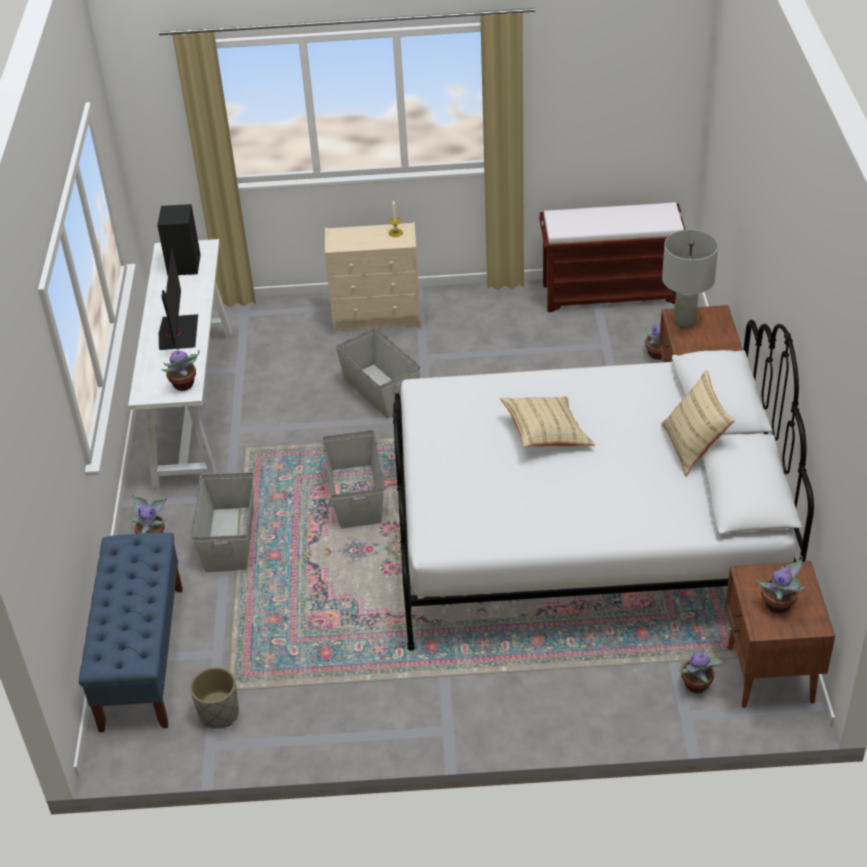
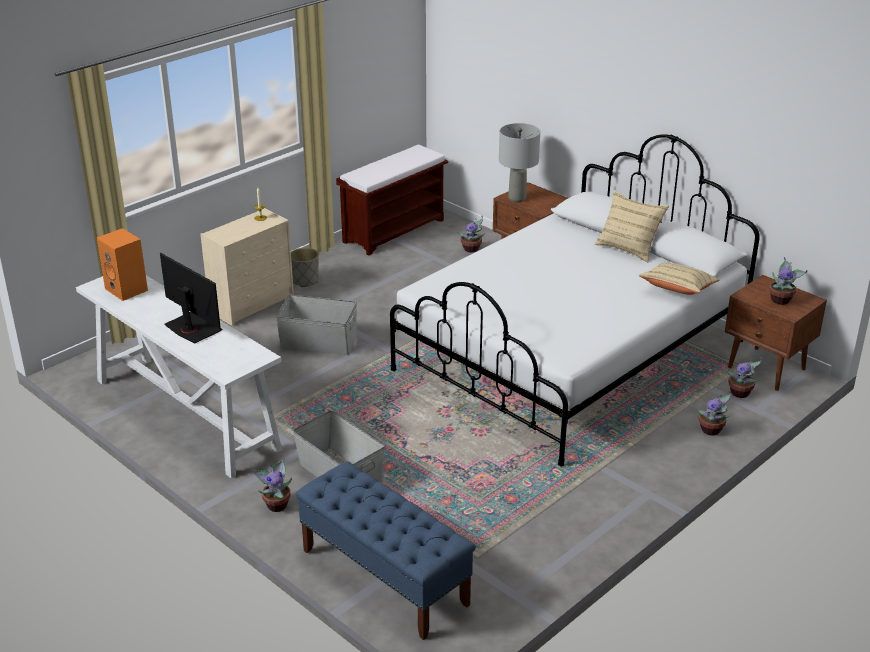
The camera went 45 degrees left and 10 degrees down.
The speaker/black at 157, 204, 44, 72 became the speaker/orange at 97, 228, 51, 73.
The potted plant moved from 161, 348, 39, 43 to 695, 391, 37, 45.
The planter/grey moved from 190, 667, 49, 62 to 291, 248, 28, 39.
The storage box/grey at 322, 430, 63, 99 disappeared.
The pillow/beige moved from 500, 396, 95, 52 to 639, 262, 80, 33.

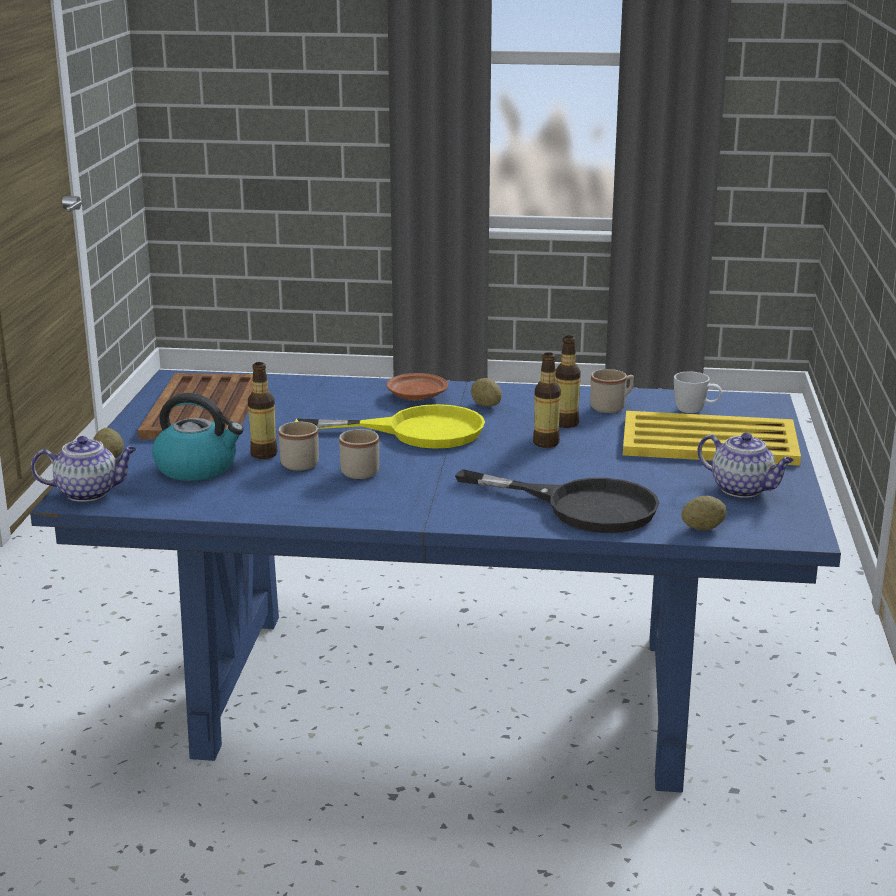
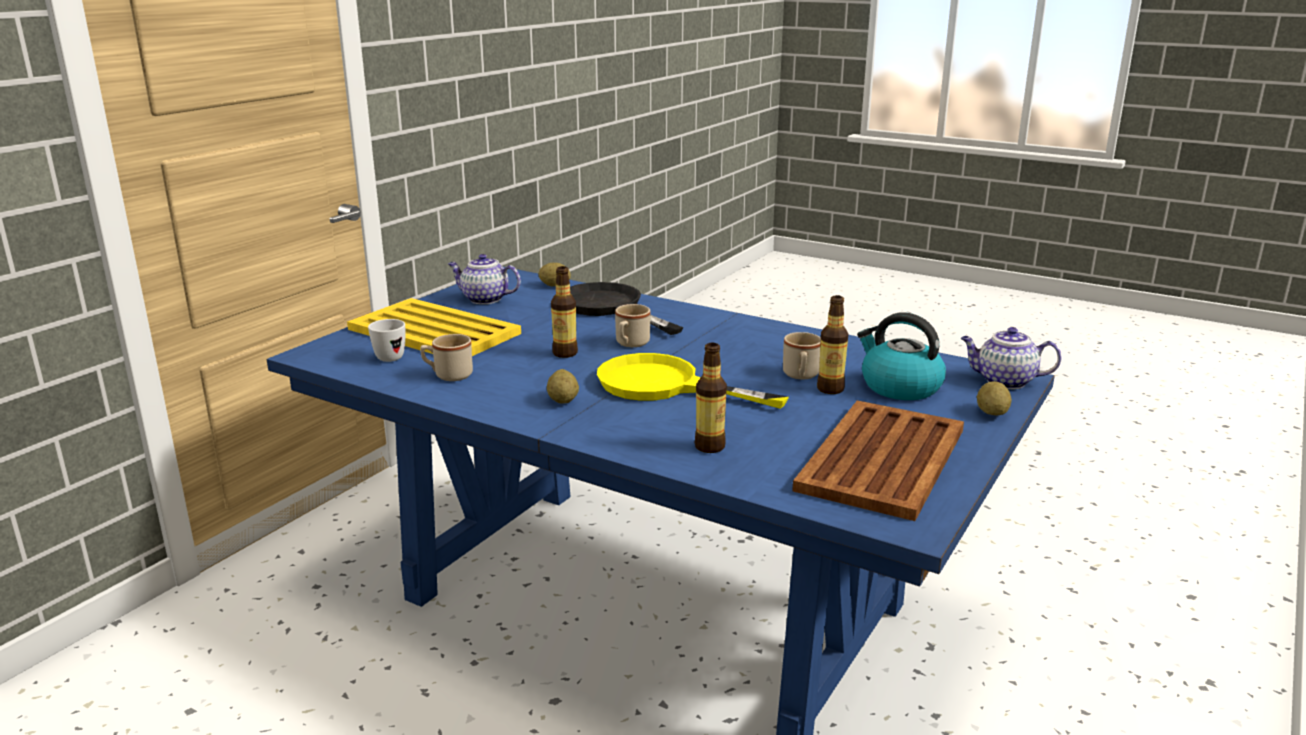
The camera went 155 degrees left and 0 degrees up.
The mug/beige moved from 339, 429, 40, 50 to 615, 304, 35, 43.
The plate/brown at 387, 373, 61, 28 disappeared.
The bottle moved from 555, 336, 26, 92 to 695, 343, 32, 110.
The teapot at 697, 433, 97, 65 turned 45 degrees counterclockwise.

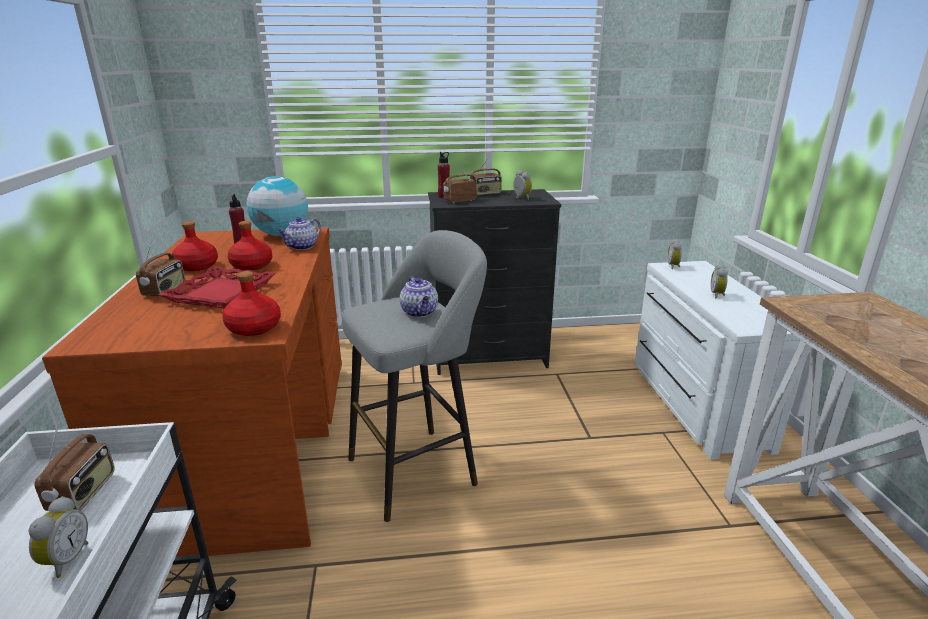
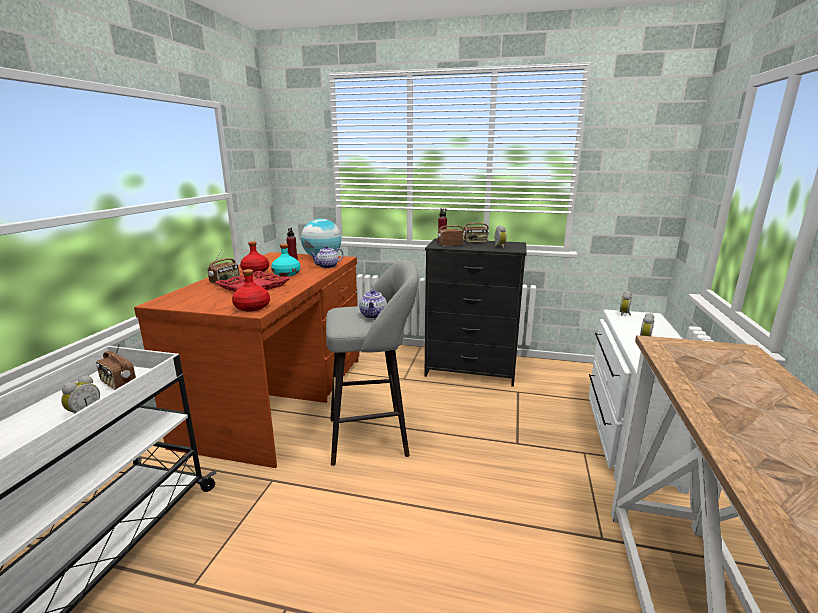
The camera went 20 degrees right and 5 degrees down.
The radio at 34, 423, 80, 88 turned 105 degrees clockwise.
The bottle/red at 228, 221, 44, 49 became the bottle/turquoise at 271, 244, 29, 33.

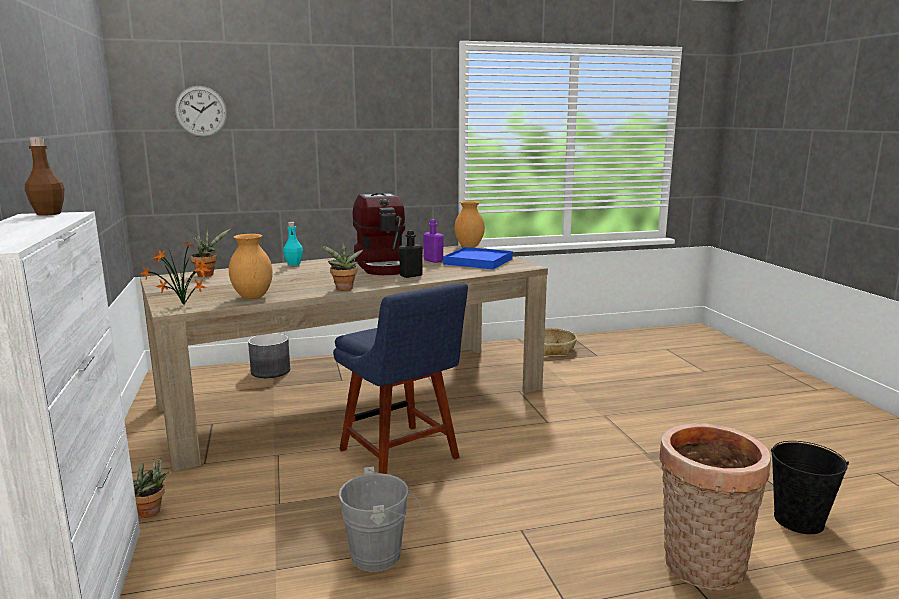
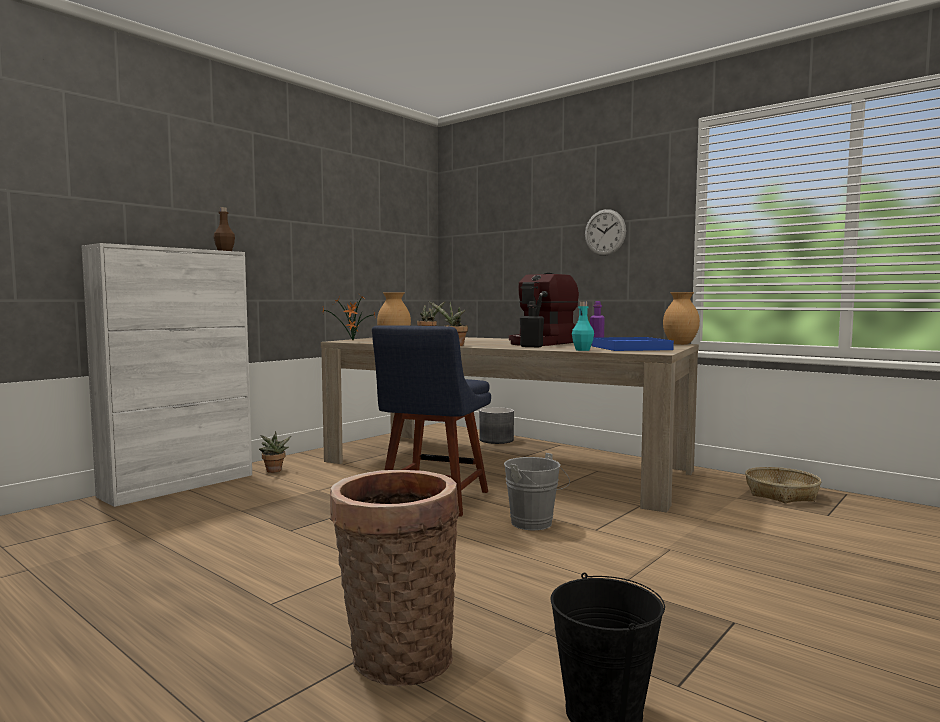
The camera went 55 degrees right and 10 degrees down.
The wall clock moved from 175, 86, 52, 51 to 585, 209, 41, 47.
The bottle/turquoise moved from 283, 222, 20, 44 to 572, 301, 22, 50.
The bucket/grey moved from 339, 467, 82, 105 to 504, 453, 66, 77.

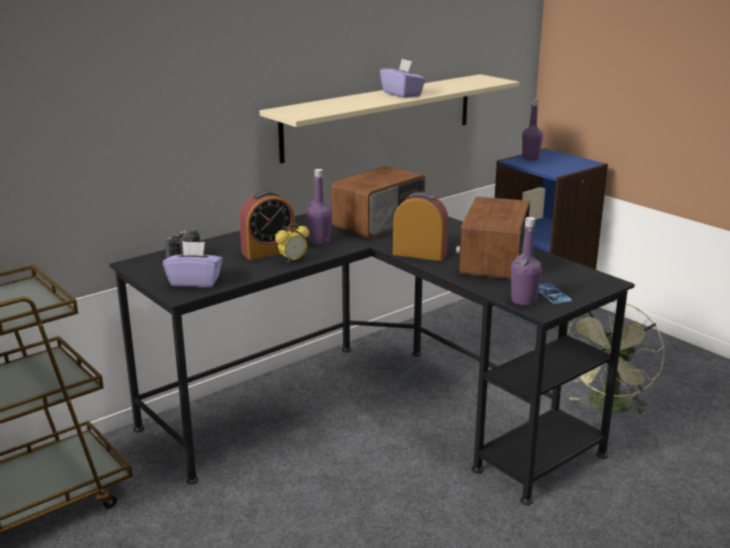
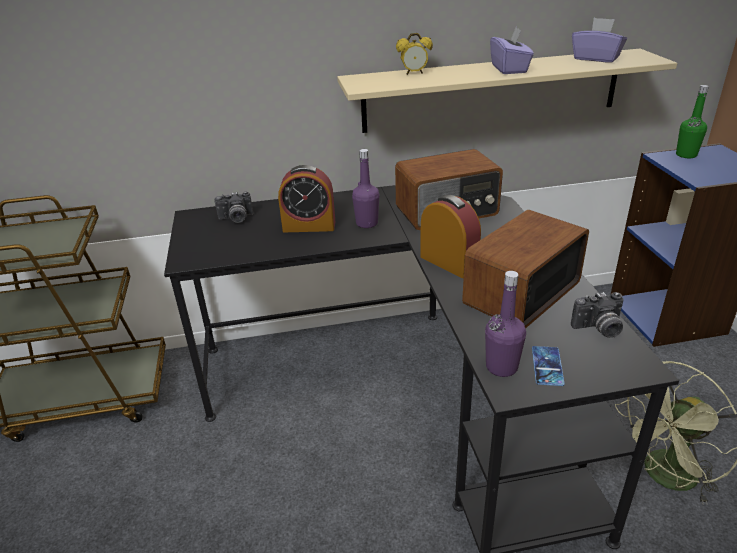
The camera went 30 degrees right and 10 degrees up.
The tissue box/purple moved from 163, 241, 60, 46 to 572, 18, 55, 45.
The alarm clock moved from 275, 223, 34, 40 to 396, 33, 37, 42.
The bottle/purple at 522, 99, 21, 61 became the bottle/green at 676, 85, 33, 73.
The photo camera at 571, 292, 53, 46 appeared.

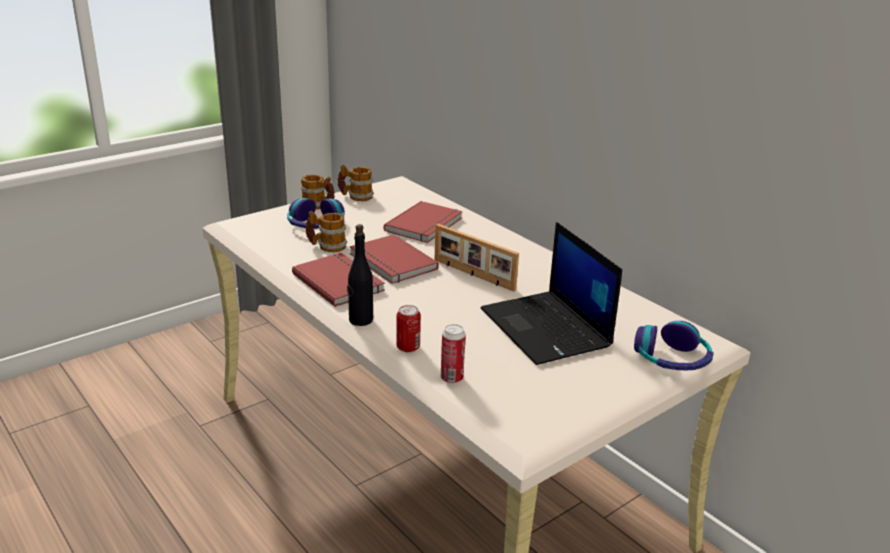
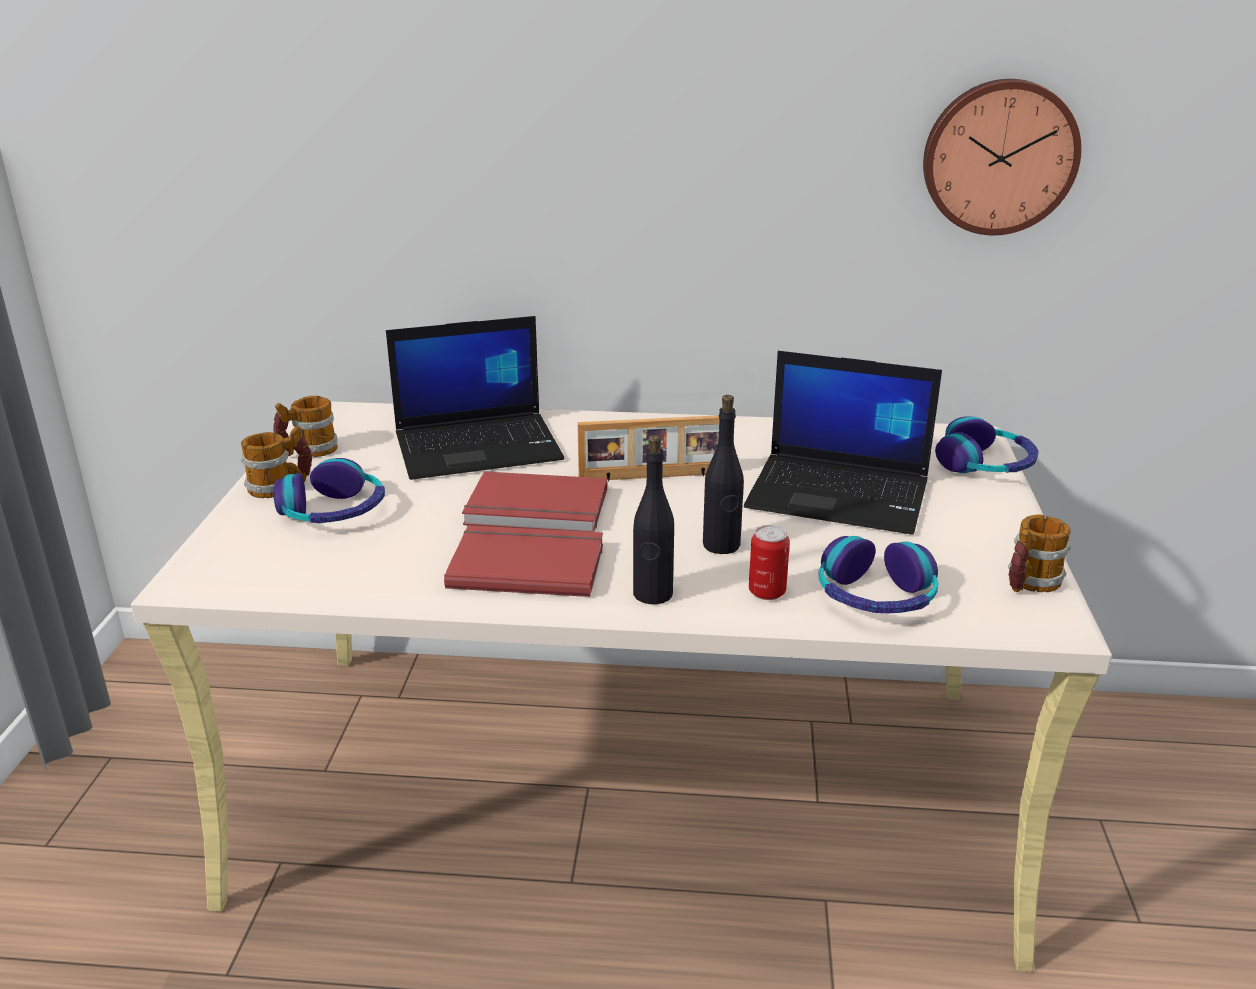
The camera went 45 degrees left and 0 degrees up.
The mug moved from 305, 211, 42, 41 to 1008, 514, 63, 78.
The book/red at 384, 201, 79, 42 was replaced by the laptop at 386, 316, 178, 164.
The can at 441, 324, 25, 59 was replaced by the headphones at 819, 536, 120, 77.
The bottle/black at 703, 395, 41, 159 appeared.
The wall clock at 923, 79, 159, 156 appeared.

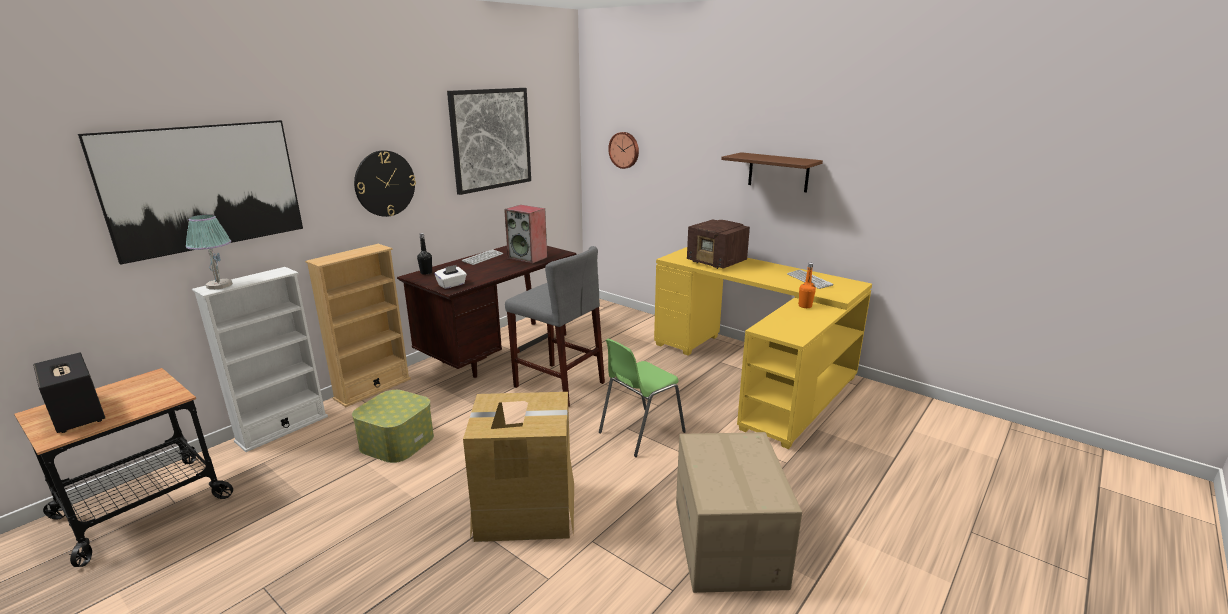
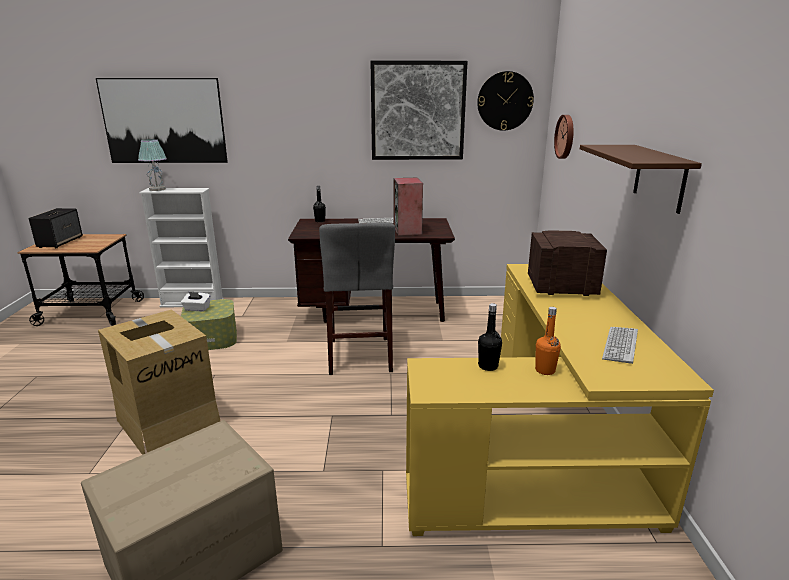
The camera went 50 degrees right and 0 degrees up.
The bookcase/beige at 305, 244, 106, 163 disappeared.
The wall clock moved from 354, 150, 62, 67 to 477, 71, 57, 60.
The tissue box/white moved from 435, 265, 32, 24 to 181, 292, 30, 19.
The chair/green at 599, 339, 87, 118 disappeared.
The radio at 687, 219, 63, 50 turned 90 degrees clockwise.
The bottle/black at 478, 303, 24, 68 appeared.

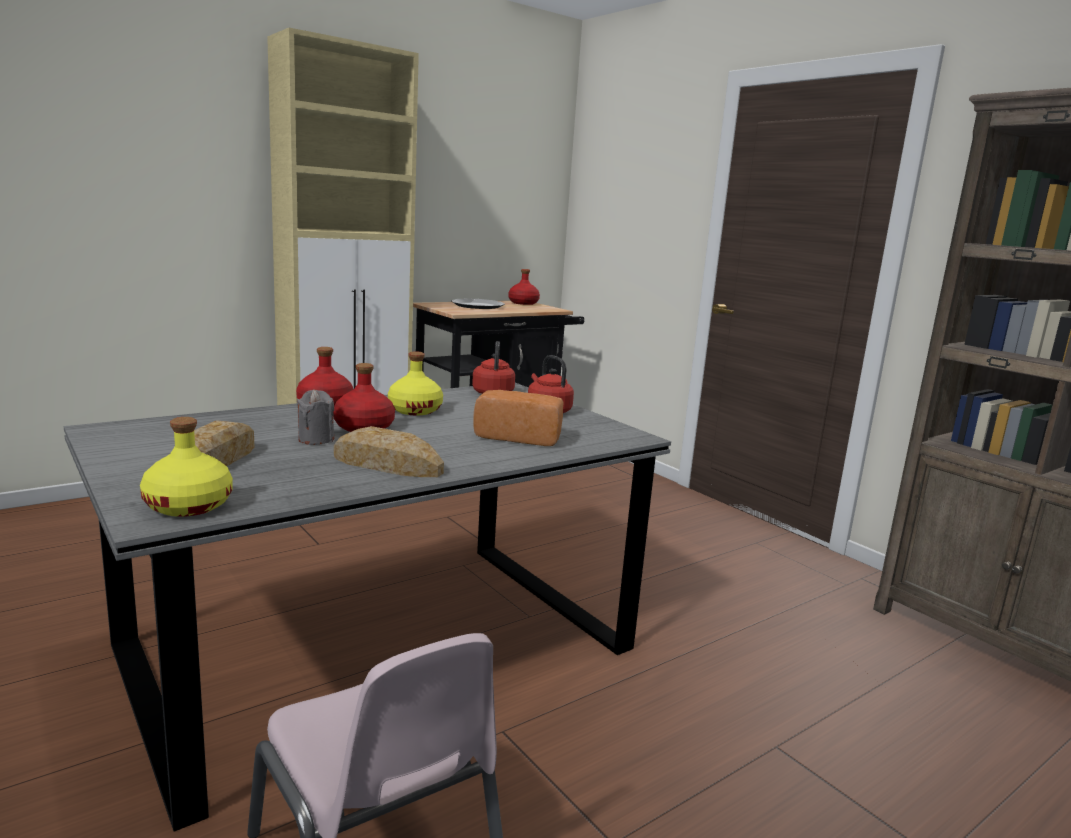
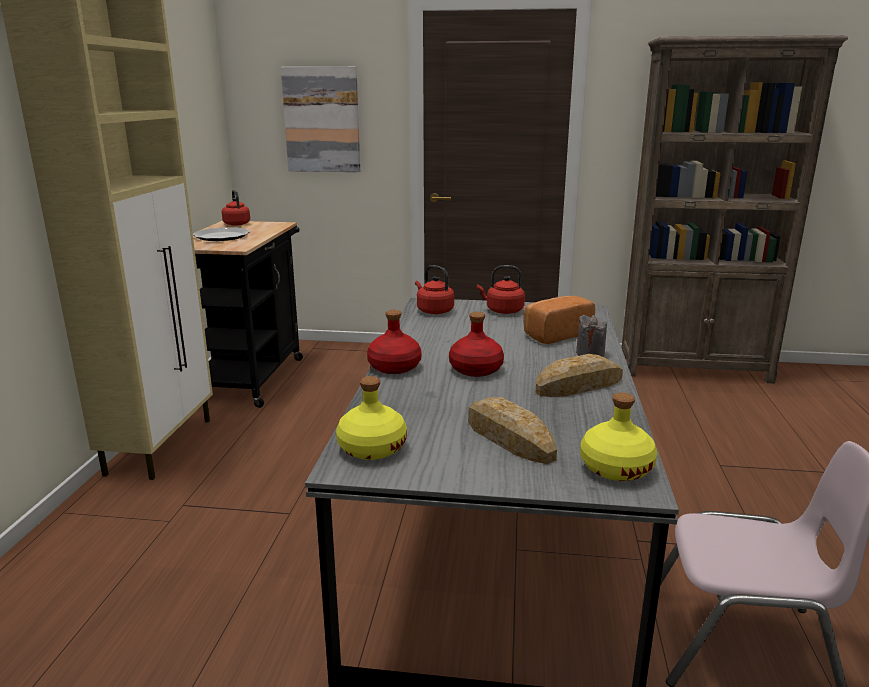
The camera went 45 degrees left and 5 degrees up.
The candle/grey moved from 296, 389, 38, 56 to 576, 315, 31, 42.
The bottle/yellow moved from 388, 351, 55, 64 to 336, 376, 71, 84.
The bottle/red at 508, 269, 32, 36 was replaced by the kettle/red at 222, 190, 28, 36.
The picture at 281, 67, 79, 105 appeared.

